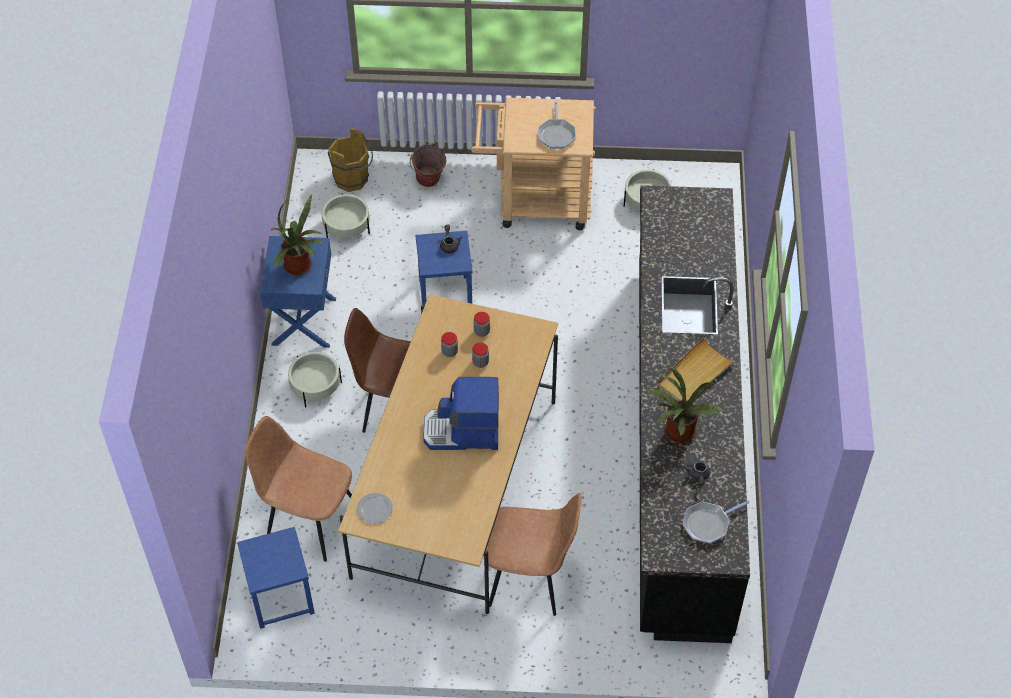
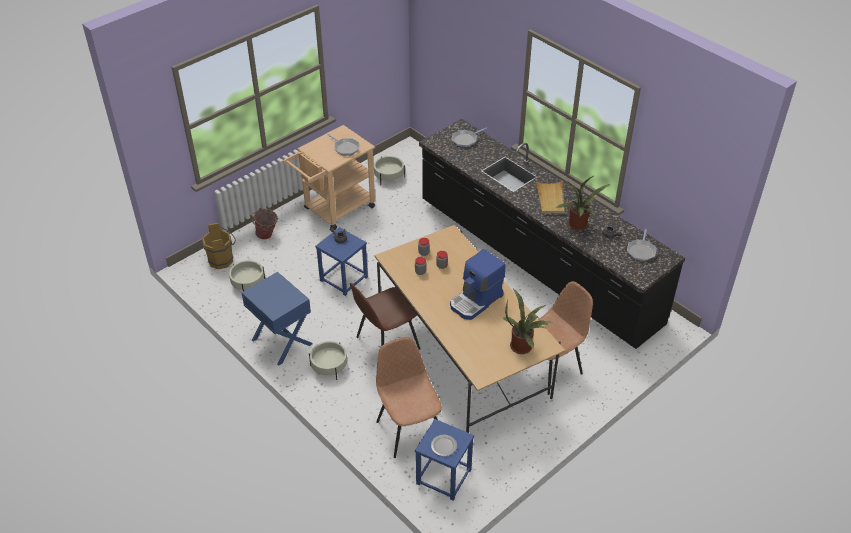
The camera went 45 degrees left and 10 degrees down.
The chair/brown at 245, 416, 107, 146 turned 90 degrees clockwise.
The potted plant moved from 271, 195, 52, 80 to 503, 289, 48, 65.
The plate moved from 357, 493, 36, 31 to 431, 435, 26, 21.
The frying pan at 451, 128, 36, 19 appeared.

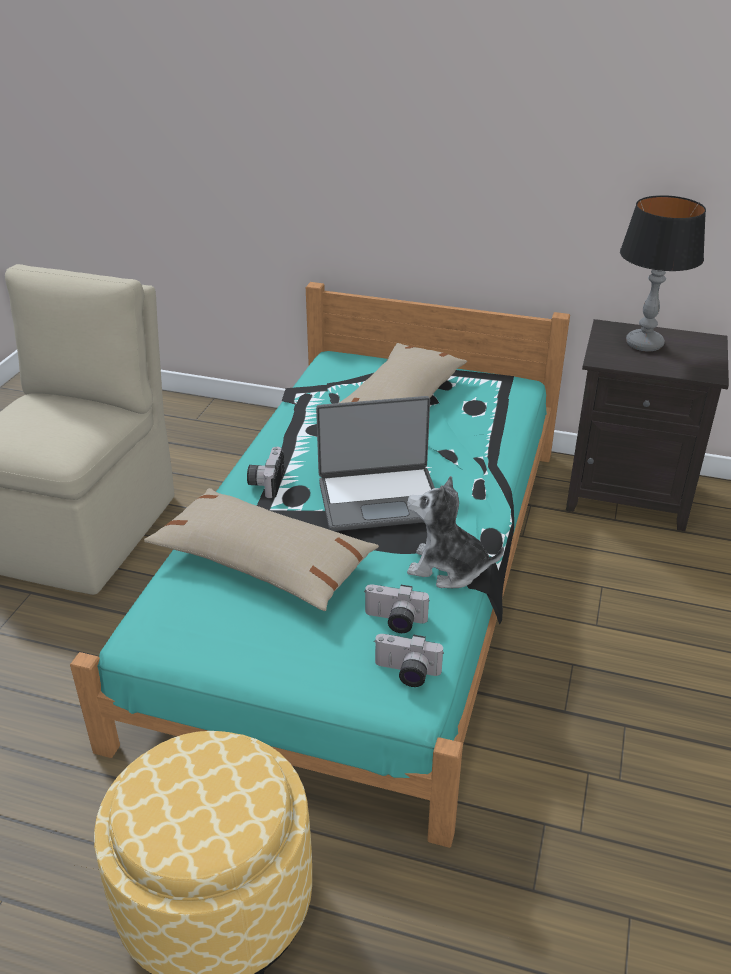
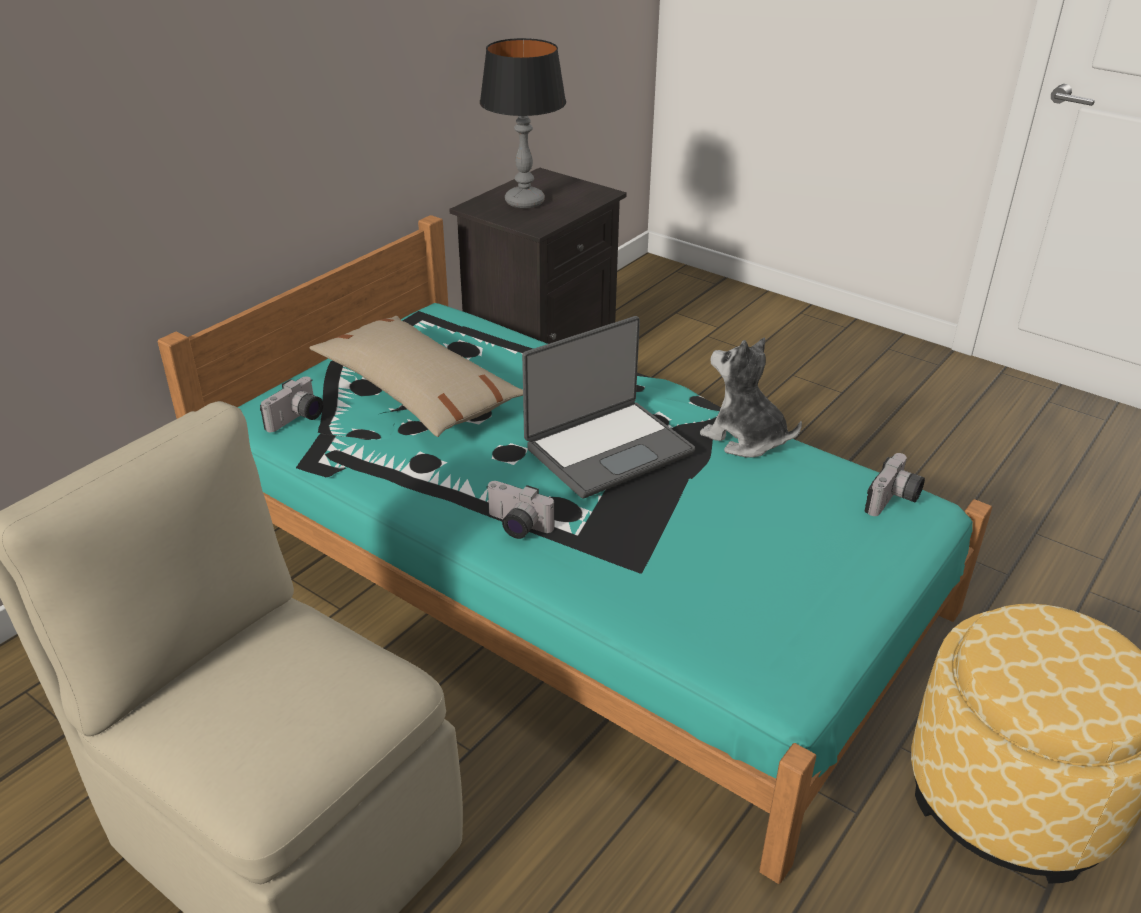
The camera went 70 degrees left and 0 degrees up.
The pillow/beige at 144, 488, 235, 123 disappeared.
The laptop at 316, 396, 119, 135 turned 45 degrees clockwise.
The photo camera moved from 365, 584, 65, 49 to 260, 377, 63, 55.
The plush toy at 407, 476, 97, 112 turned 90 degrees clockwise.

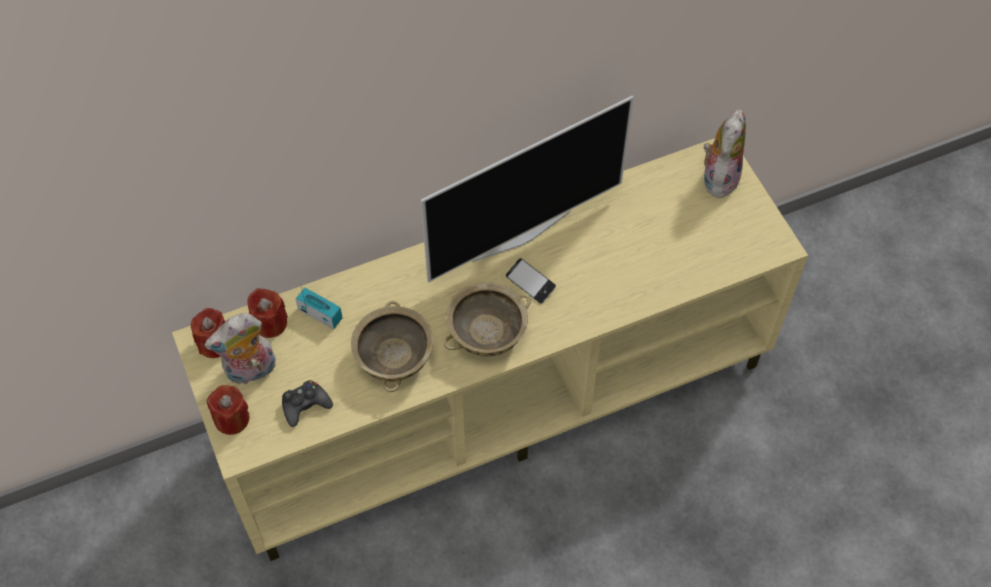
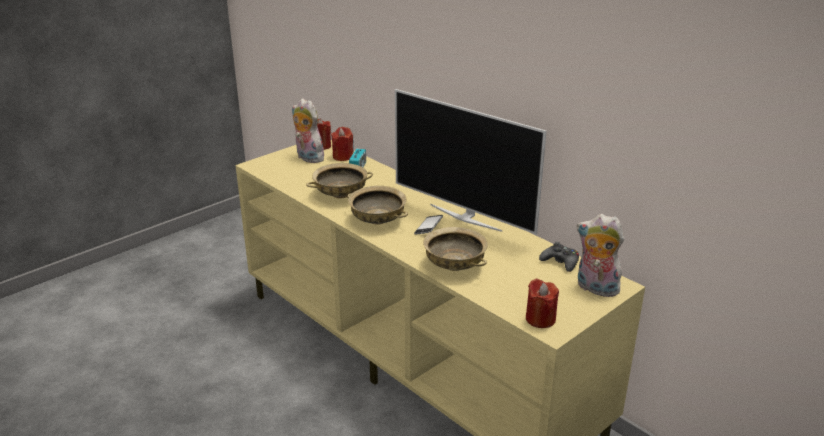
The camera went 70 degrees right and 30 degrees down.
The candle/red moved from 207, 385, 43, 50 to 526, 279, 33, 49.
The game controller/black moved from 282, 380, 51, 47 to 539, 242, 40, 30.
The plush toy at 704, 109, 42, 90 turned 150 degrees counterclockwise.
The bowl/beige at 423, 227, 65, 44 appeared.

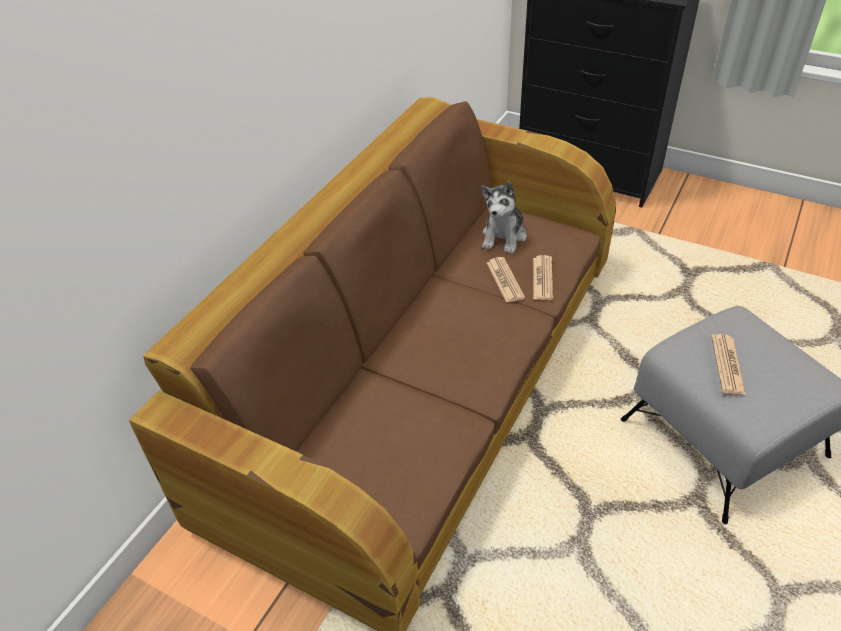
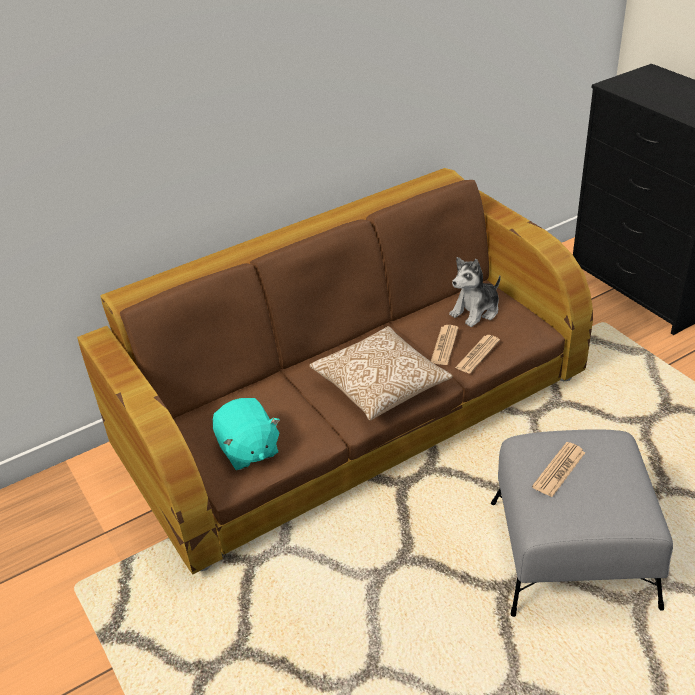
The camera went 30 degrees right and 5 degrees down.
The plush toy/turquoise at 213, 398, 67, 72 appeared.
The pillow at 310, 326, 143, 94 appeared.

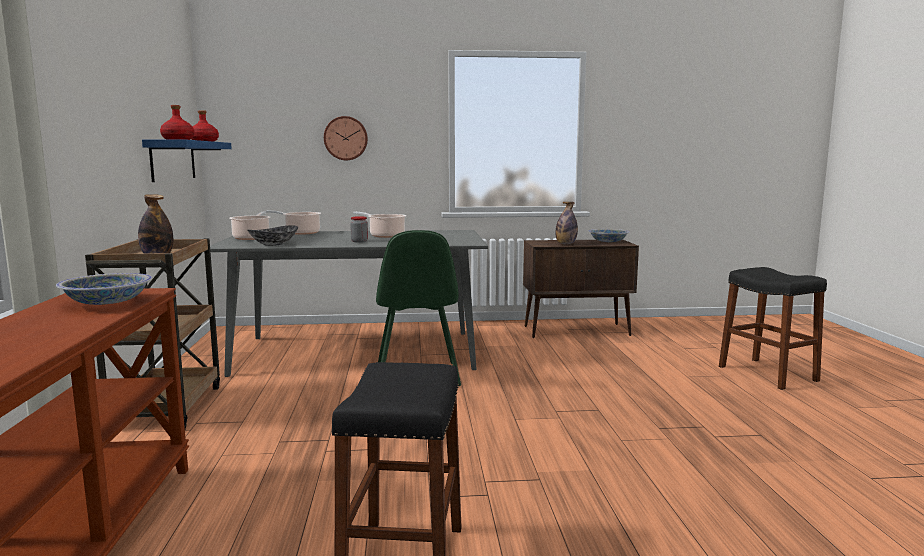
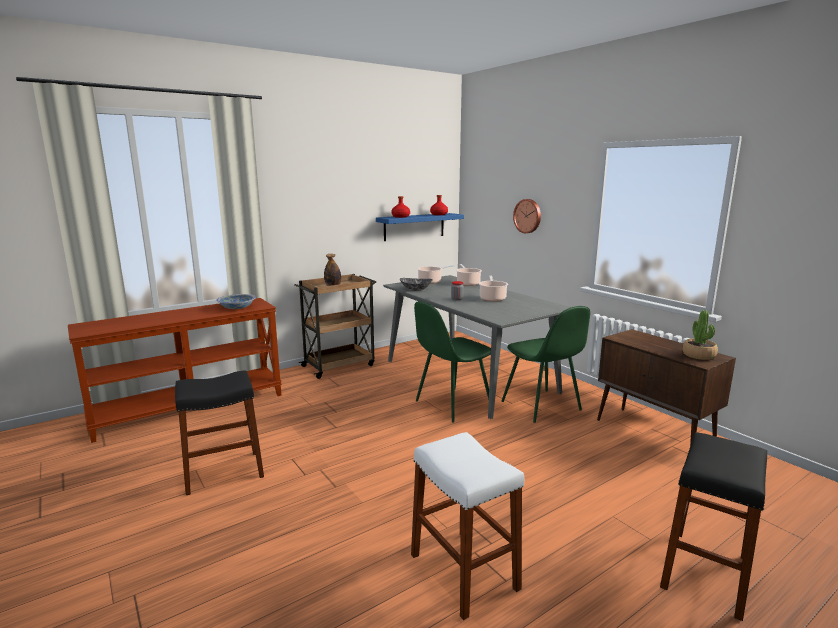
The camera went 60 degrees right and 5 degrees up.
The bottle at 555, 202, 23, 42 disappeared.
The bowl at 588, 229, 42, 13 was replaced by the potted plant at 682, 310, 36, 50.
The stool/white at 411, 432, 113, 188 appeared.
The chair/green at 502, 306, 88, 117 appeared.

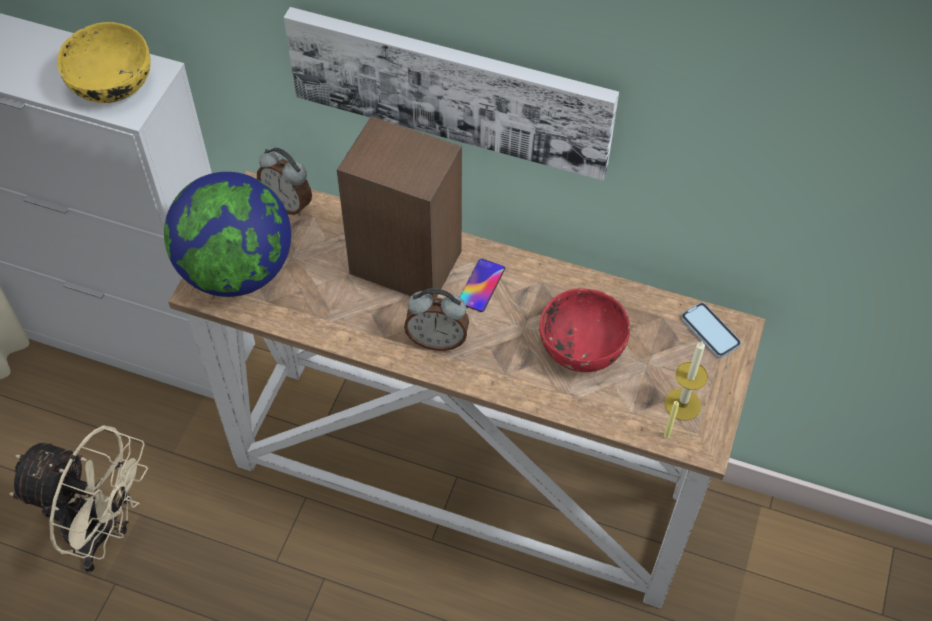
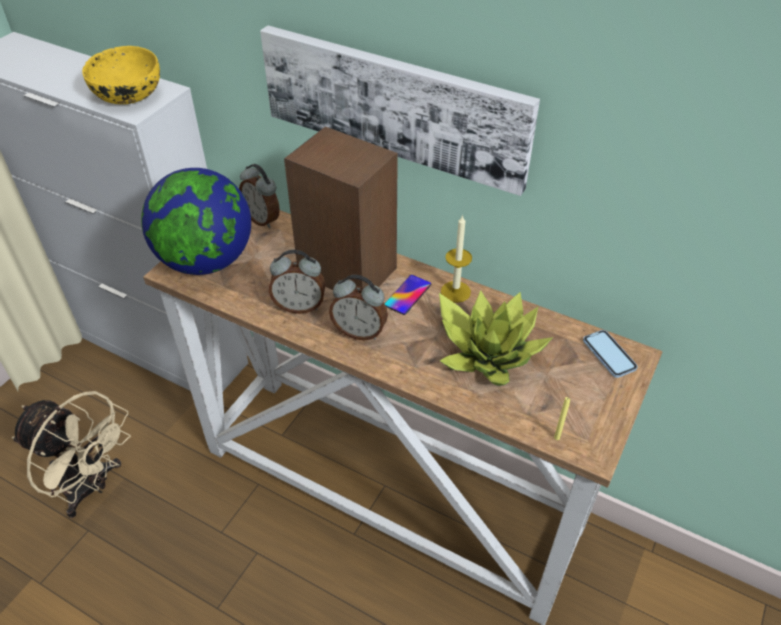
The camera went 10 degrees right and 10 degrees down.
The bowl/red at 540, 288, 90, 84 was replaced by the potted plant at 439, 290, 114, 96.
The candle moved from 664, 340, 44, 81 to 441, 215, 31, 88.
The alarm clock at 269, 250, 57, 64 appeared.

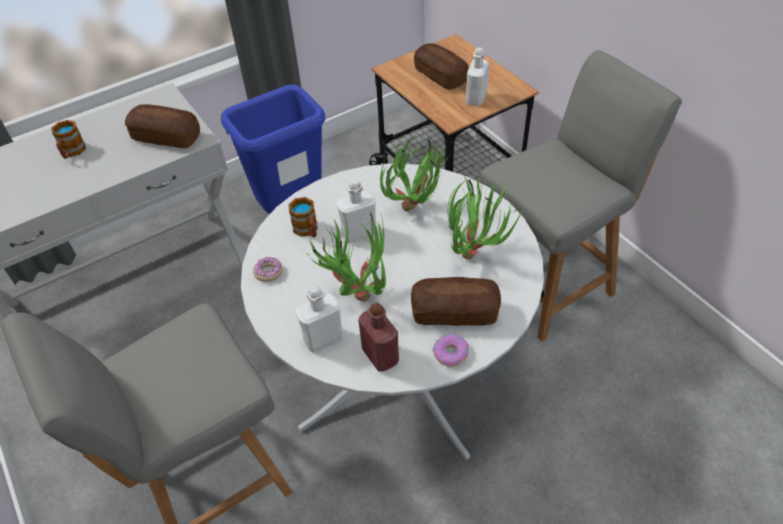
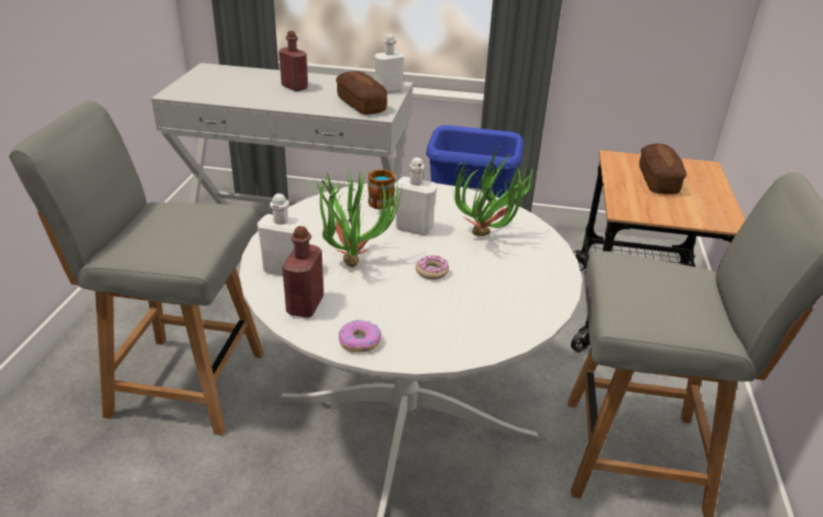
The camera went 40 degrees right and 15 degrees down.
The mug at 51, 120, 35, 39 was replaced by the bottle/red at 279, 31, 29, 60.
The donut moved from 253, 257, 30, 25 to 416, 255, 33, 24.
The bread at 411, 277, 90, 49 disappeared.
The potted plant at 448, 173, 74, 87 disappeared.
The bottle/white moved from 466, 48, 23, 58 to 375, 34, 29, 59.

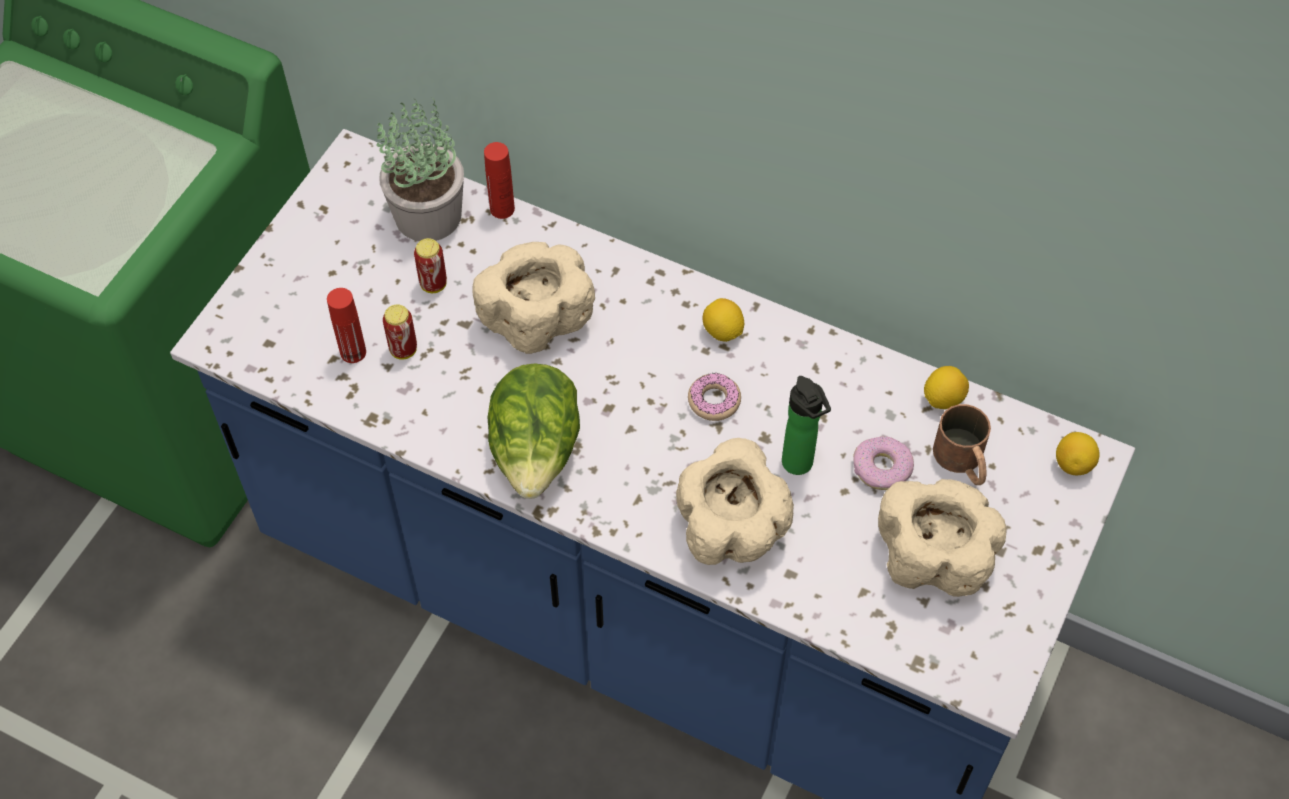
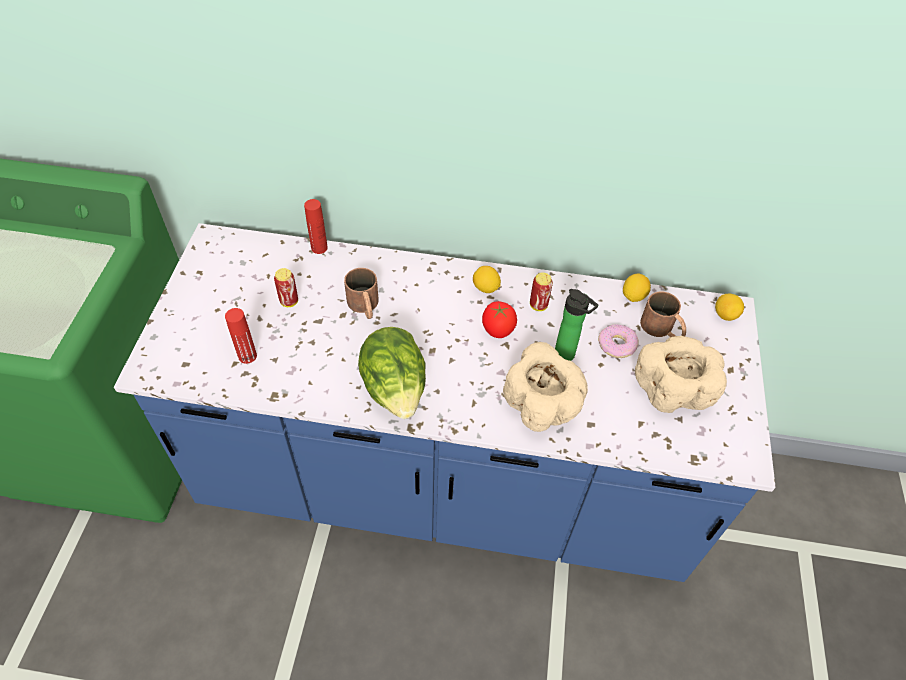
The camera went 20 degrees left and 5 degrees down.
The potted plant at 376, 98, 88, 143 disappeared.
The can moved from 383, 304, 34, 56 to 530, 273, 23, 38.
The bowl/beige at 472, 242, 123, 112 was replaced by the mug/brown at 344, 268, 35, 51.
The donut at 688, 373, 53, 48 was replaced by the tomato at 482, 301, 35, 37.

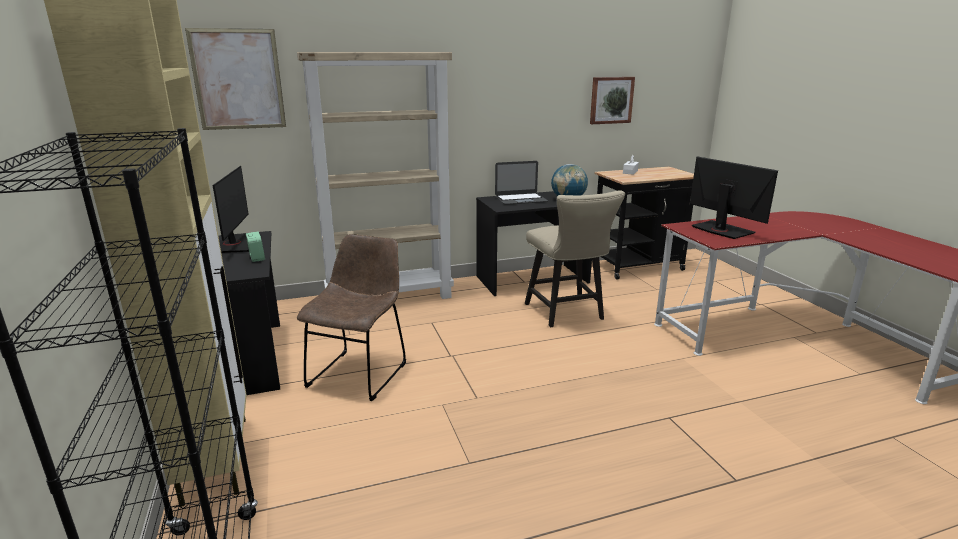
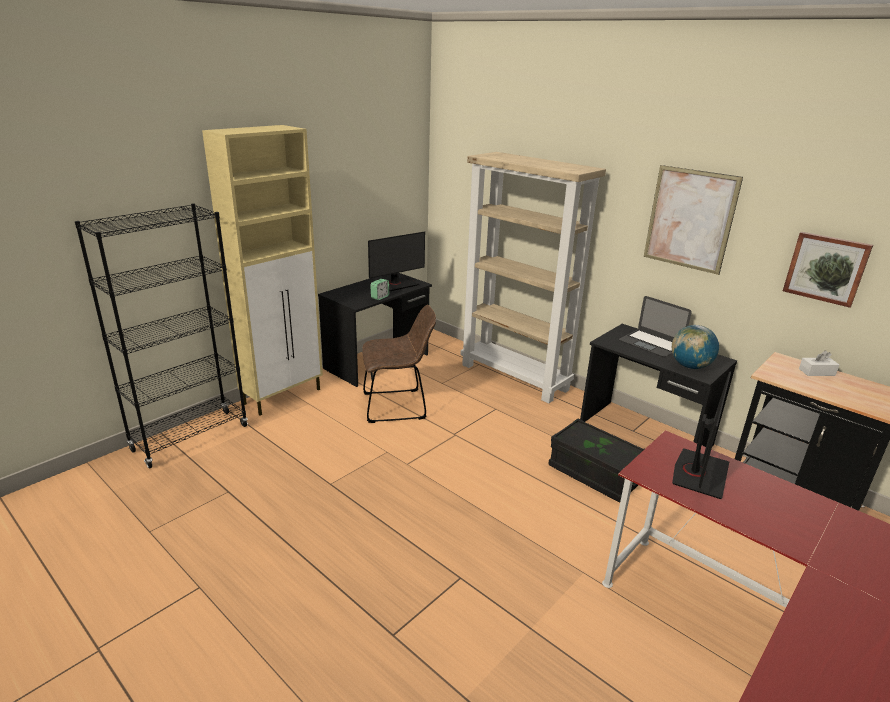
The camera went 60 degrees right and 5 degrees up.
The picture moved from 185, 28, 101, 102 to 644, 165, 99, 110.
The chair/beige at 525, 190, 100, 137 was replaced by the storage box/black at 548, 419, 96, 83.

